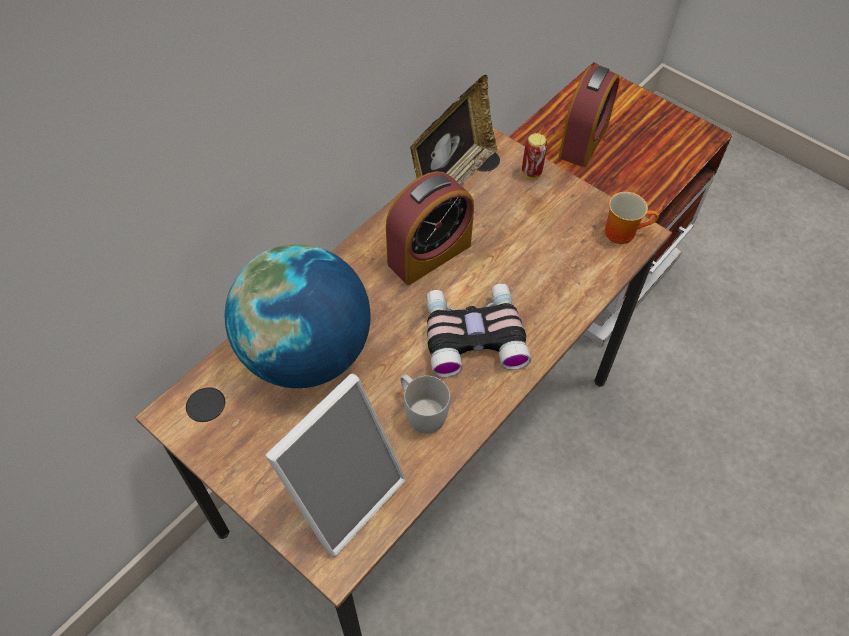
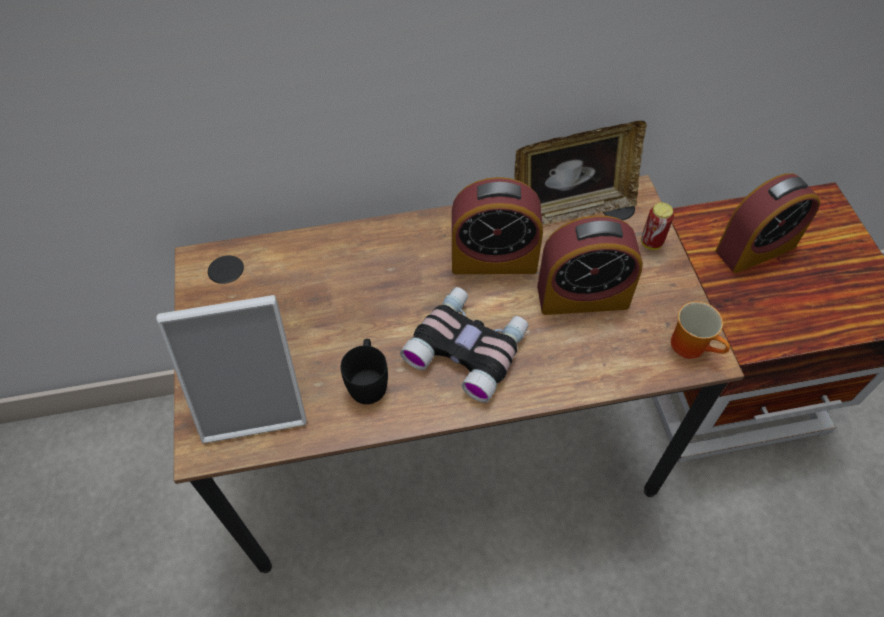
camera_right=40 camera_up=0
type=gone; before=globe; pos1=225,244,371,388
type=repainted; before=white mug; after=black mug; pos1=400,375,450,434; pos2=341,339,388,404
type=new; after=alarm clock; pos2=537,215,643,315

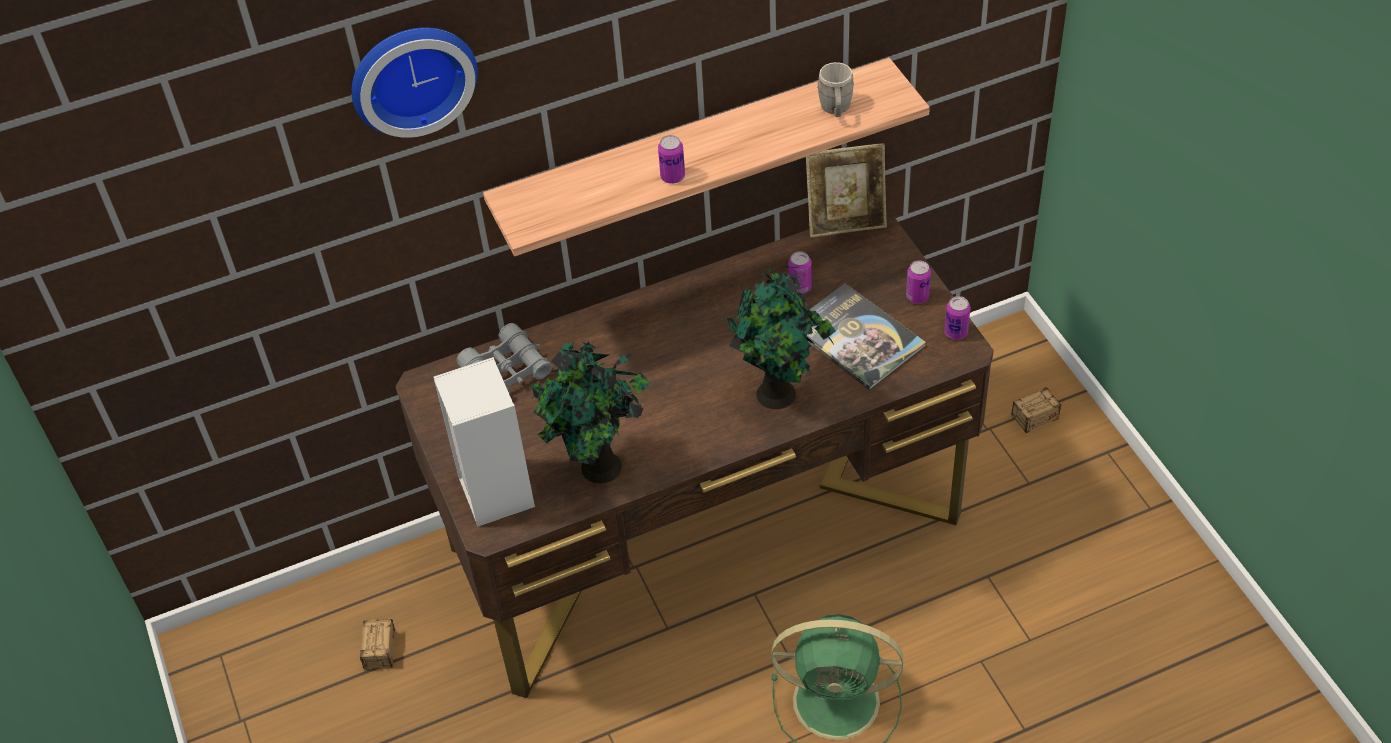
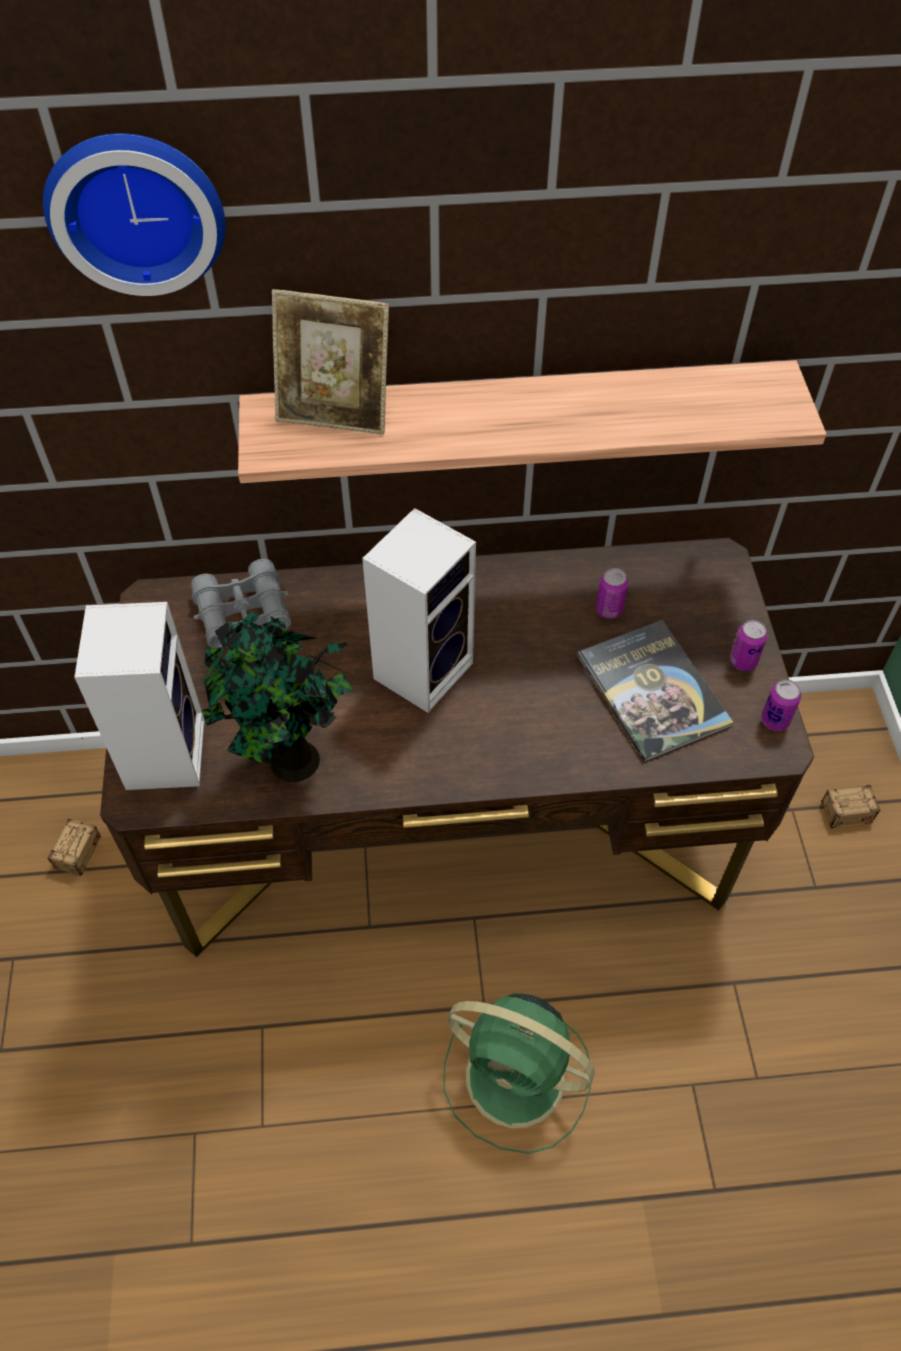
camera_right=15 camera_up=5
type=gone; before=grey mug; pos1=817,62,854,117
type=gone; before=can; pos1=658,135,685,184
type=shifted; before=picture frame; pos1=806,143,887,238; pos2=272,289,389,435
type=gone; before=potted plant; pos1=727,267,836,409
type=new; after=speaker; pos2=362,508,476,713

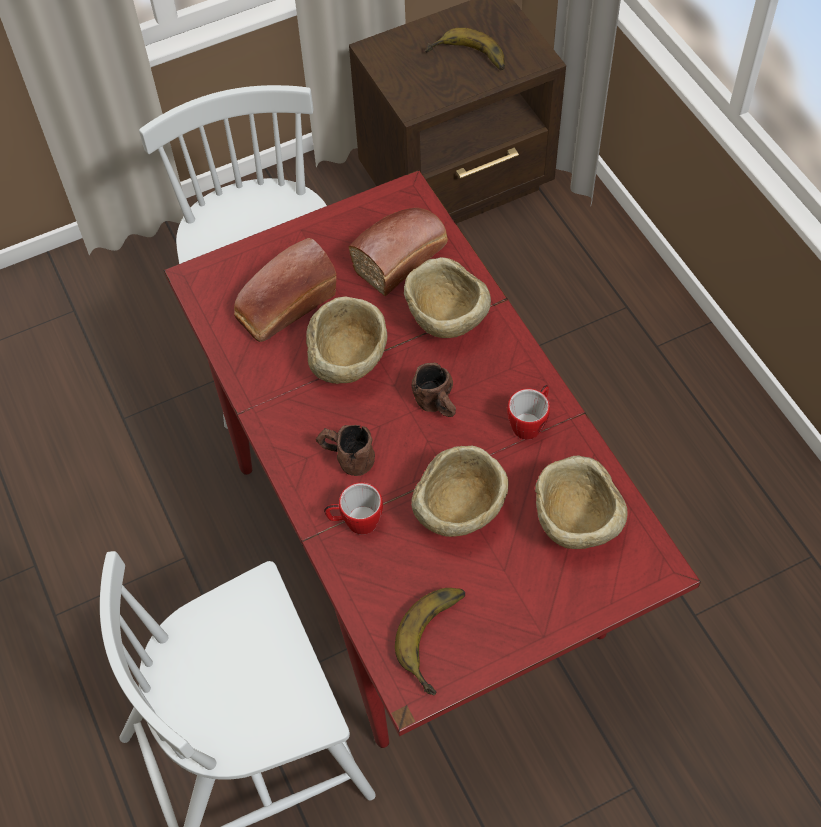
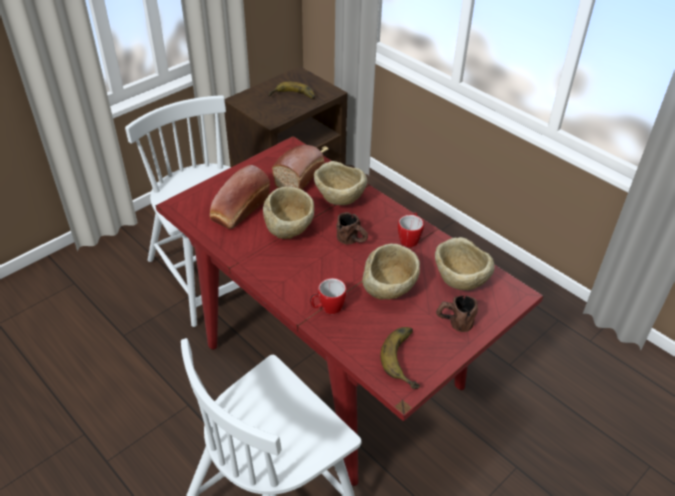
camera_right=-20 camera_up=-15
type=shifted; before=brown mug; pos1=316,425,375,476; pos2=436,295,478,332

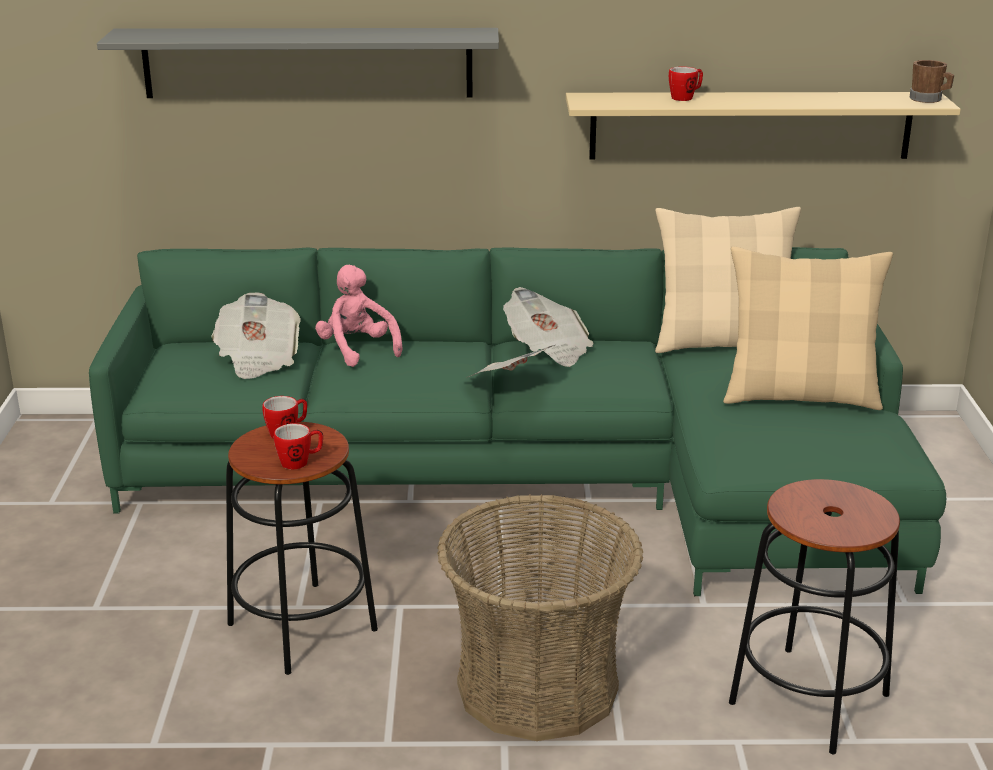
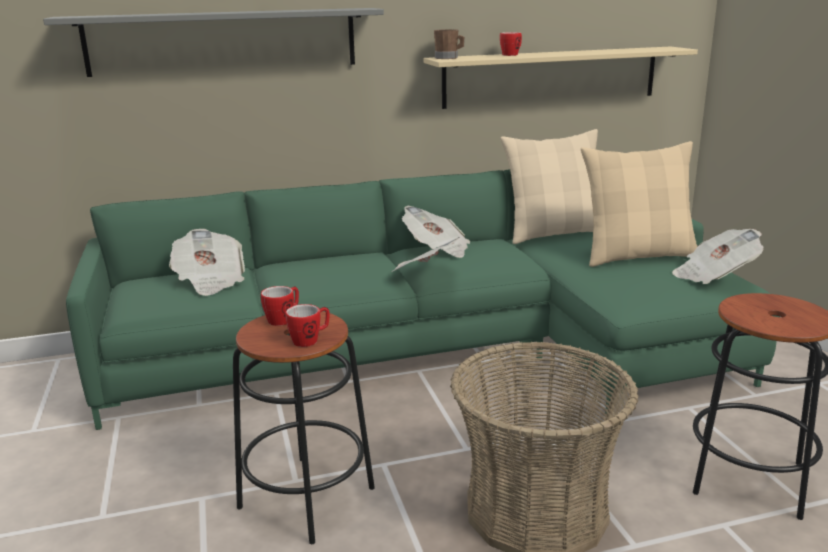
camera_right=-15 camera_up=-5
type=shifted; before=brown mug; pos1=909,60,954,103; pos2=434,29,465,59
type=gone; before=pink plush toy; pos1=315,265,403,367
type=new; after=newspaper; pos2=672,229,764,284

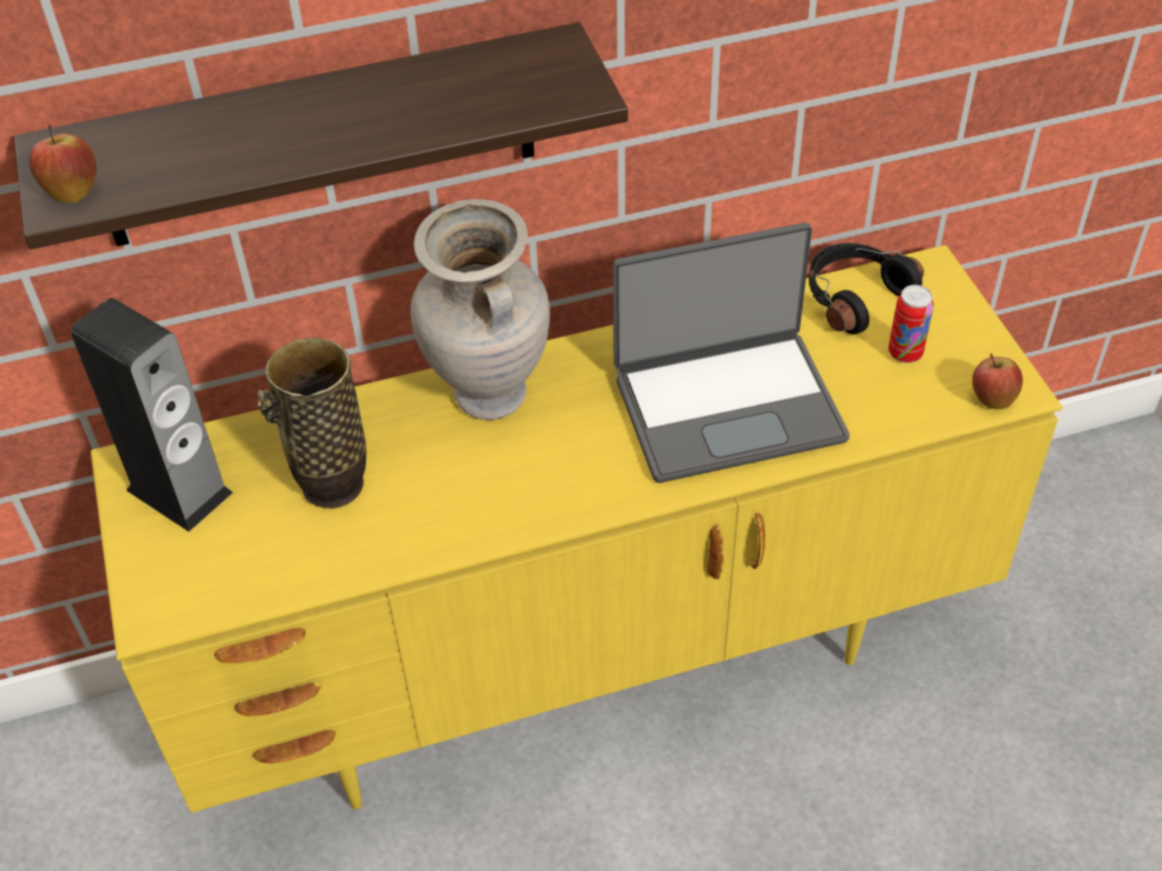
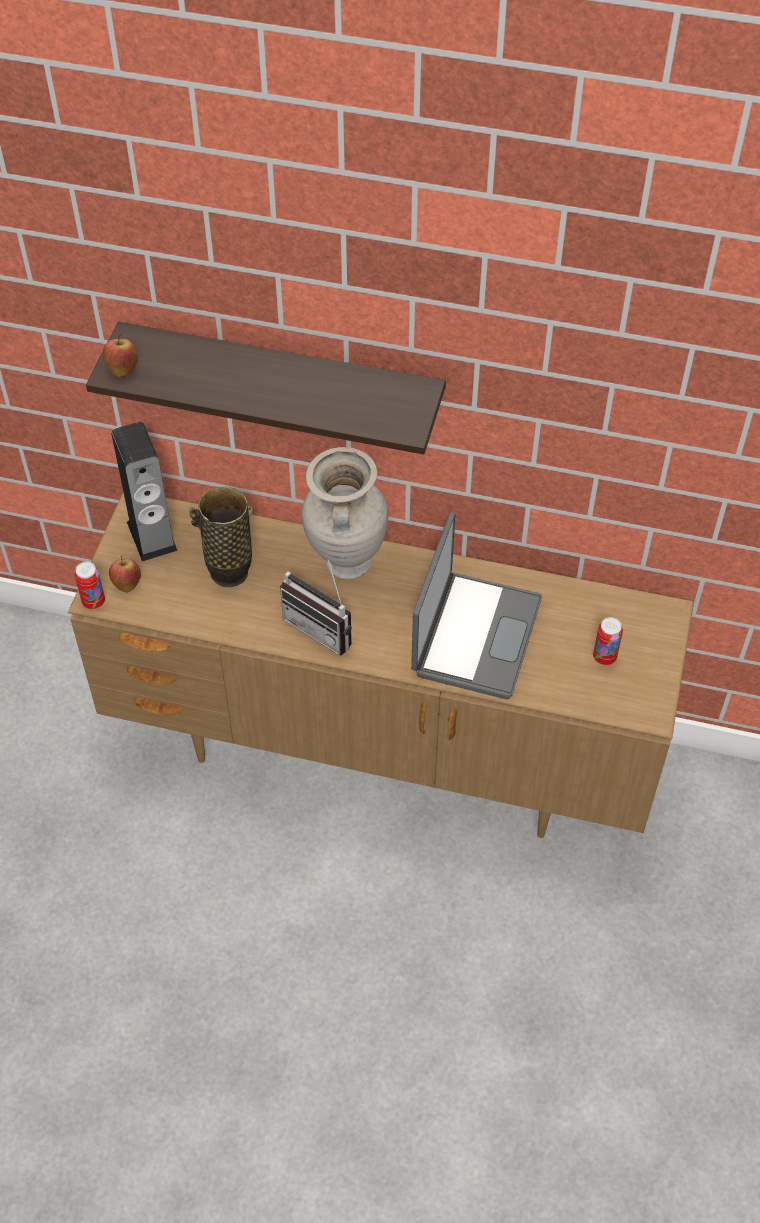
camera_right=30 camera_up=5
type=rotated; before=laptop; pos1=613,223,850,483; pos2=411,512,542,699; turn=-90
type=gone; before=black headphones; pos1=809,243,924,334
type=repainted; before=yellow dresser; after=brown dresser; pos1=91,245,1063,813; pos2=68,493,694,838
type=shifted; before=apple; pos1=972,353,1023,409; pos2=109,555,141,592
type=new; after=radio; pos2=280,555,352,655
type=new; after=can; pos2=75,562,105,610

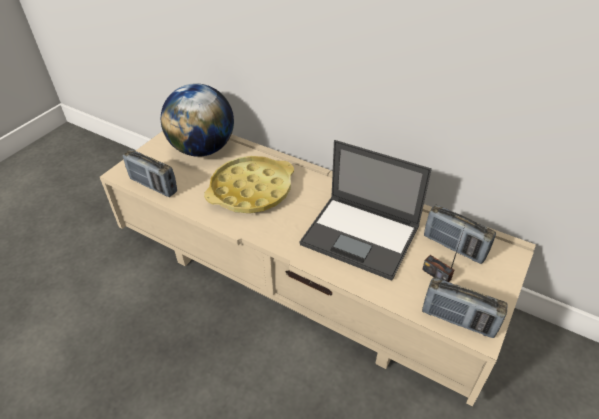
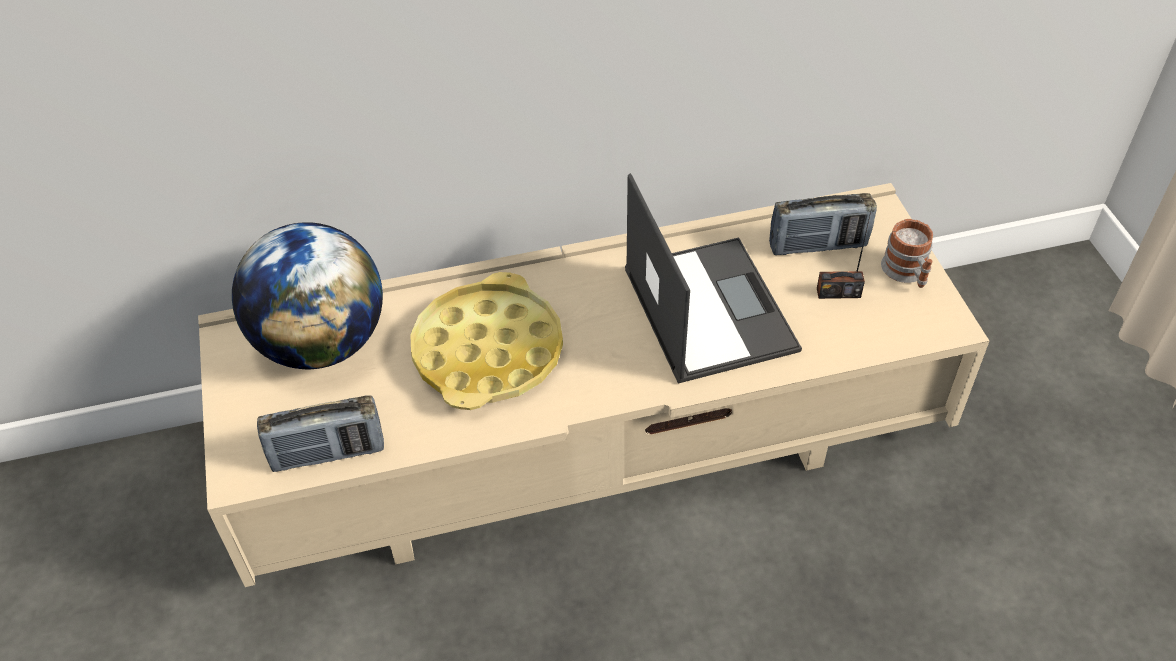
camera_right=-45 camera_up=5
type=rotated; before=laptop; pos1=299,140,432,281; pos2=625,173,802,384; turn=-90
type=gone; before=radio; pos1=422,277,508,338
type=new; after=mug; pos2=881,219,933,288

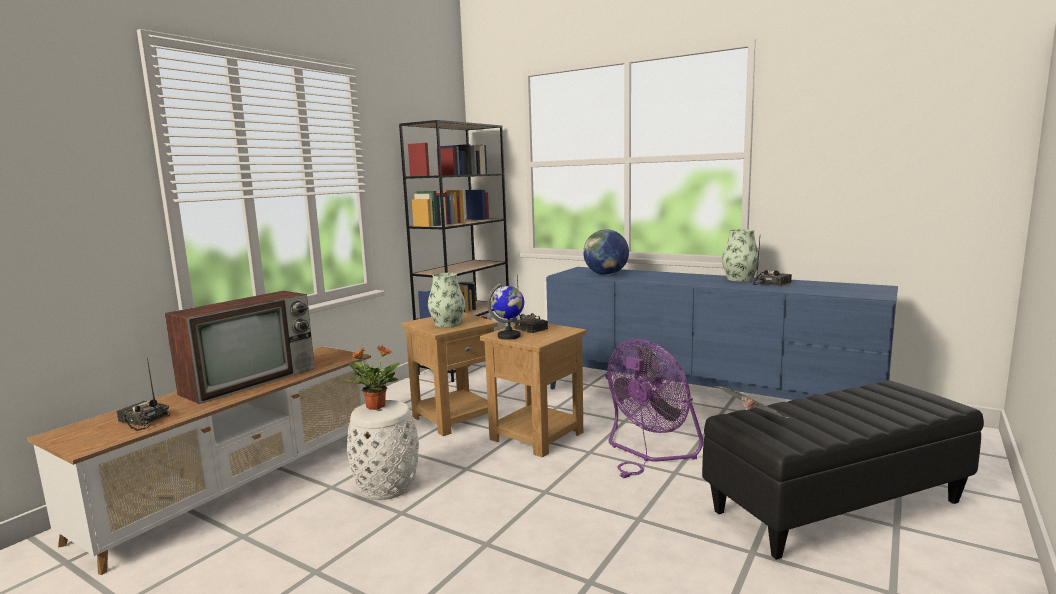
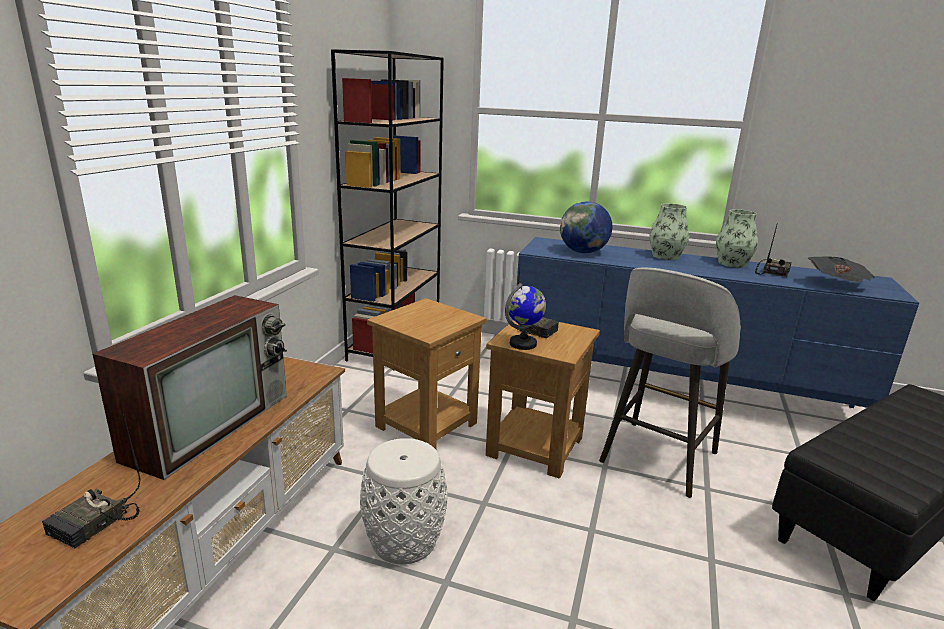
camera_right=-15 camera_up=10
type=shifted; before=vase; pos1=428,273,465,328; pos2=649,204,689,260
type=swapped; before=purple fan; after=grey stool; pos1=605,339,703,478; pos2=599,268,741,498
type=gone; before=potted plant; pos1=345,345,400,410
type=rotated; before=radio; pos1=116,358,170,431; pos2=42,414,141,548; turn=-75
type=shifted; before=newspaper; pos1=710,385,789,418; pos2=808,256,874,282

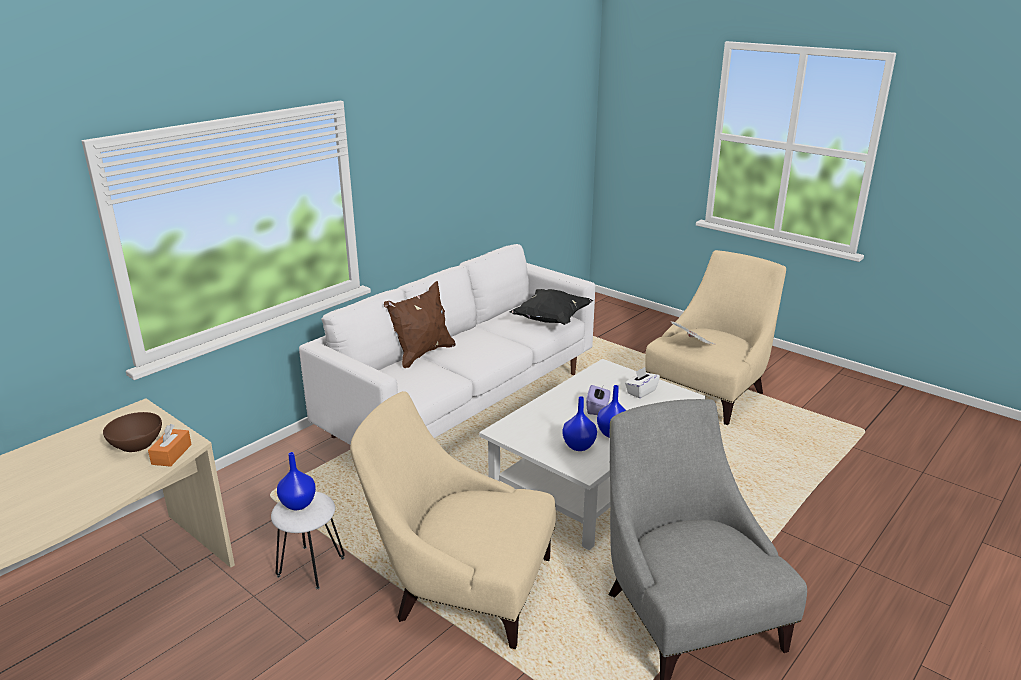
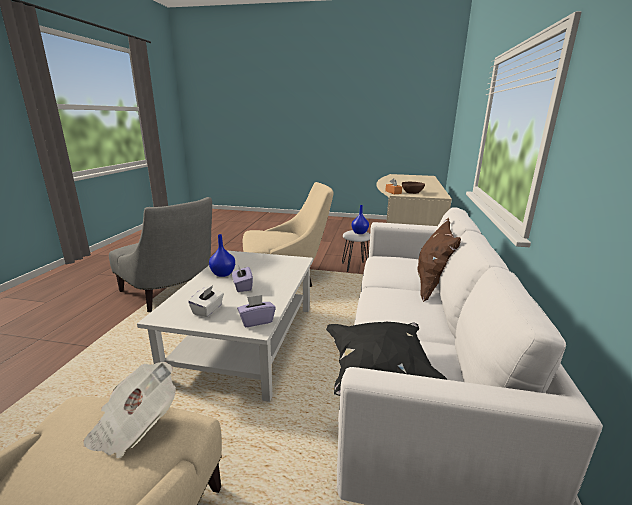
camera_right=150 camera_up=-5
type=gone; before=blue vase; pos1=562,397,597,451
type=new; after=purple tissue box; pos2=237,295,276,327

